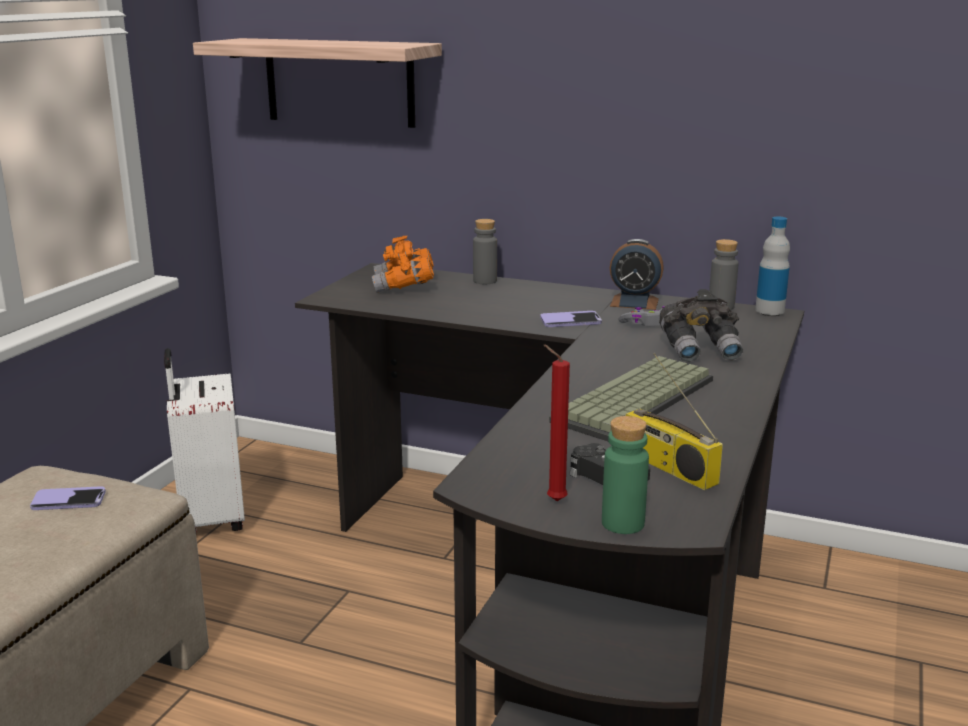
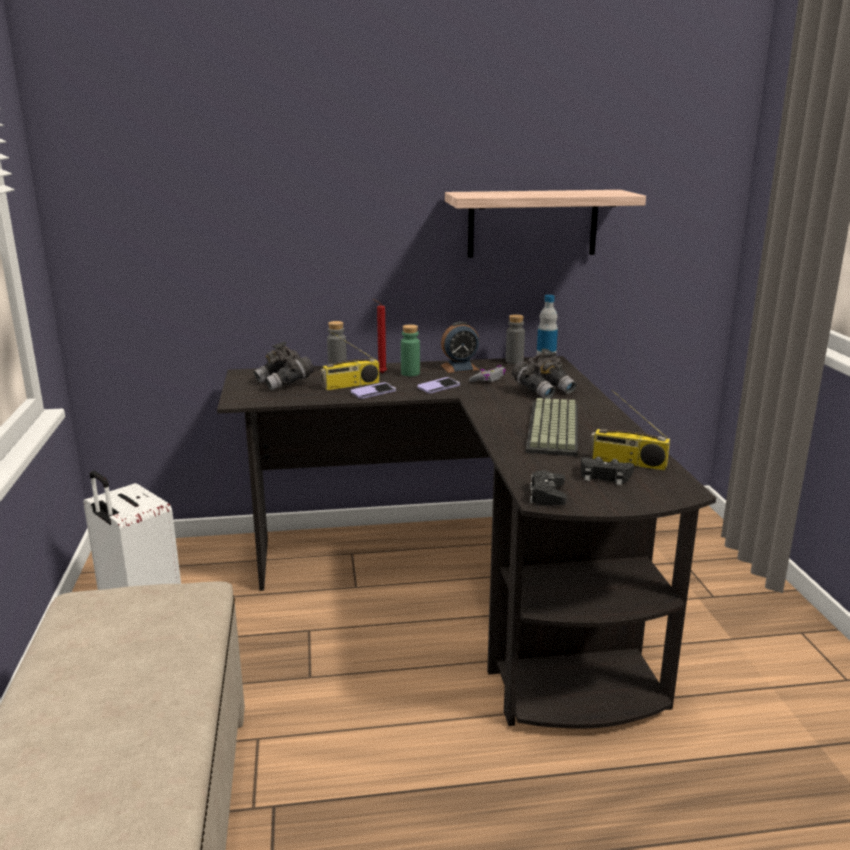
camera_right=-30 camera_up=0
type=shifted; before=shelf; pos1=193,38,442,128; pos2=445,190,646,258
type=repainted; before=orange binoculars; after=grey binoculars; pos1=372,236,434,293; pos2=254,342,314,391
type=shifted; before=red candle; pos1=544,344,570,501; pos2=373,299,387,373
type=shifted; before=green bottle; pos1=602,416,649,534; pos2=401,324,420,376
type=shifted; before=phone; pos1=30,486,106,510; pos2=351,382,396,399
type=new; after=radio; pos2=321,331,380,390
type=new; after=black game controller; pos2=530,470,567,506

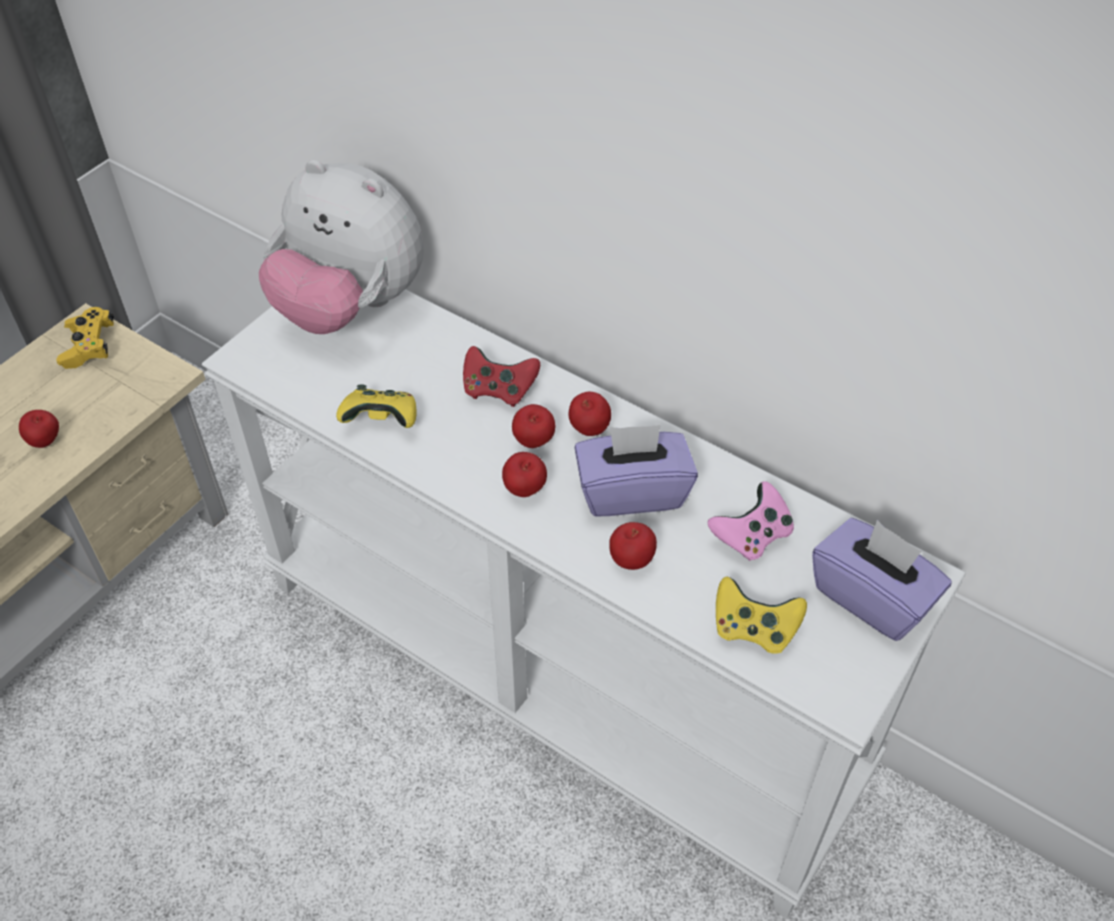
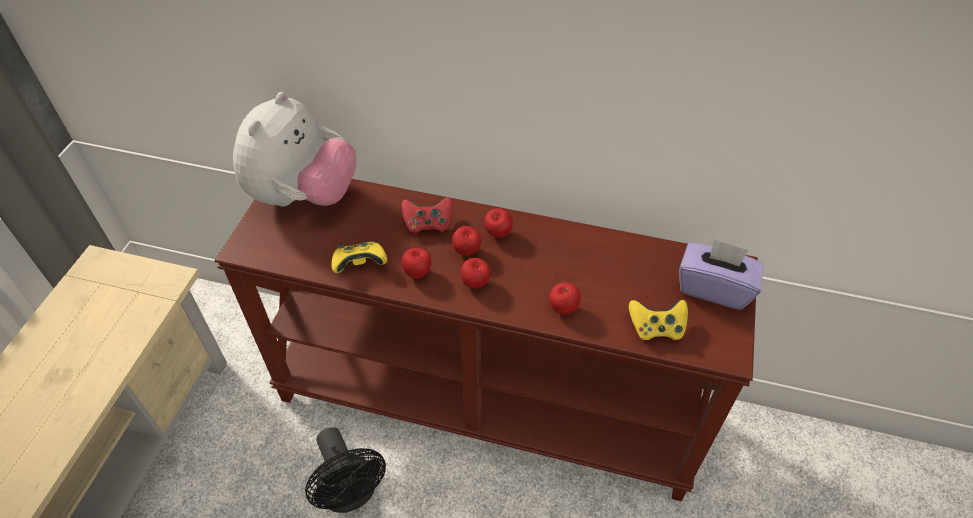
camera_right=-20 camera_up=0
type=rotated; before=plush toy; pos1=258,159,424,334; pos2=233,92,356,206; turn=-75
type=repainted; before=white console table; after=brown console table; pos1=201,289,966,919; pos2=214,179,758,501
type=gone; before=yellow game controller; pos1=56,307,114,369
type=shifted; before=apple; pos1=19,410,59,448; pos2=402,248,431,279
type=gone; before=purple tissue box; pos1=574,425,698,516
type=gone; before=pink game controller; pos1=708,481,794,561
type=new; after=black fan; pos2=305,427,386,513

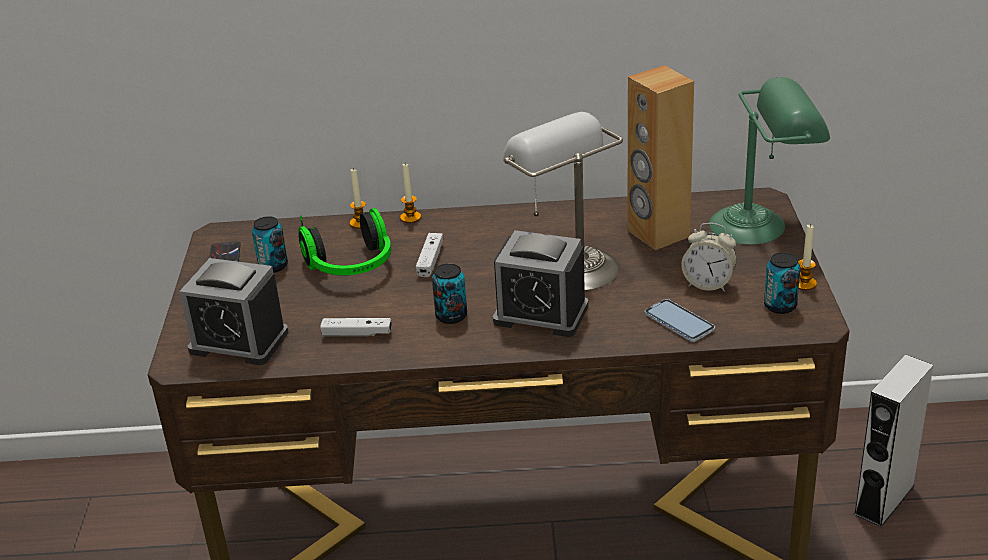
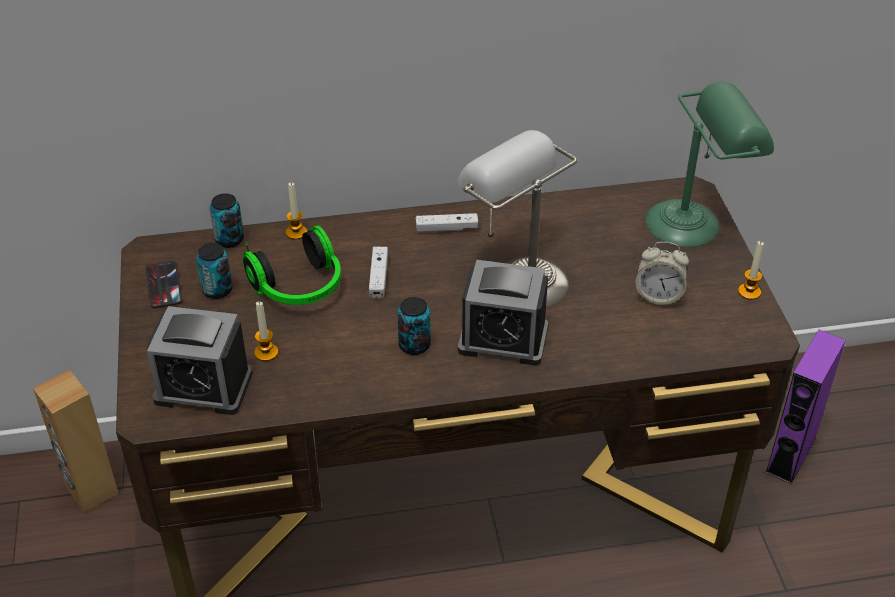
camera_right=-10 camera_up=10
type=shifted; before=brown speaker; pos1=627,65,694,250; pos2=33,370,119,512
type=shifted; before=candle; pos1=400,164,421,223; pos2=254,301,278,361
type=shifted; before=can; pos1=764,252,800,314; pos2=210,193,244,248
type=gone; before=phone; pos1=645,299,715,342
type=shifted; before=white game controller; pos1=320,318,392,337; pos2=416,213,478,232
type=repainted; before=grey speaker; after=purple speaker; pos1=853,354,934,527; pos2=765,330,846,484

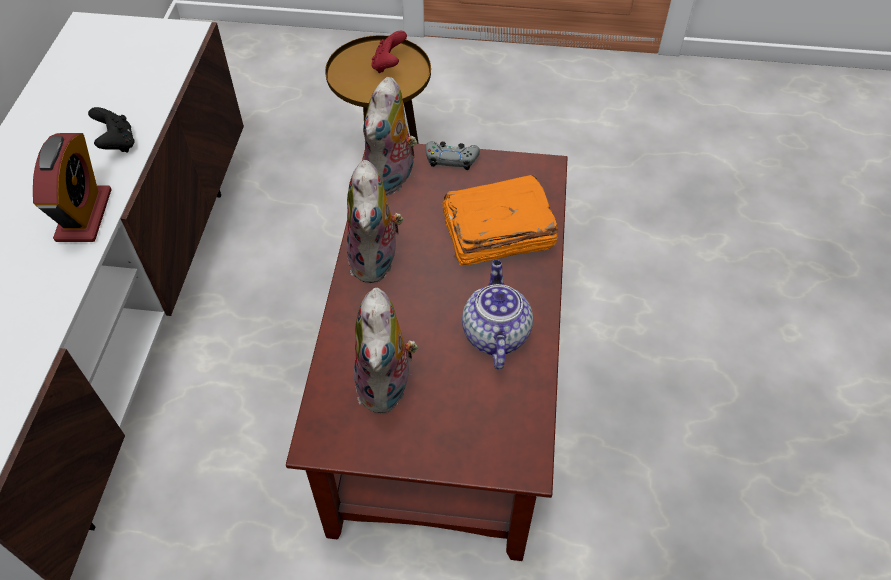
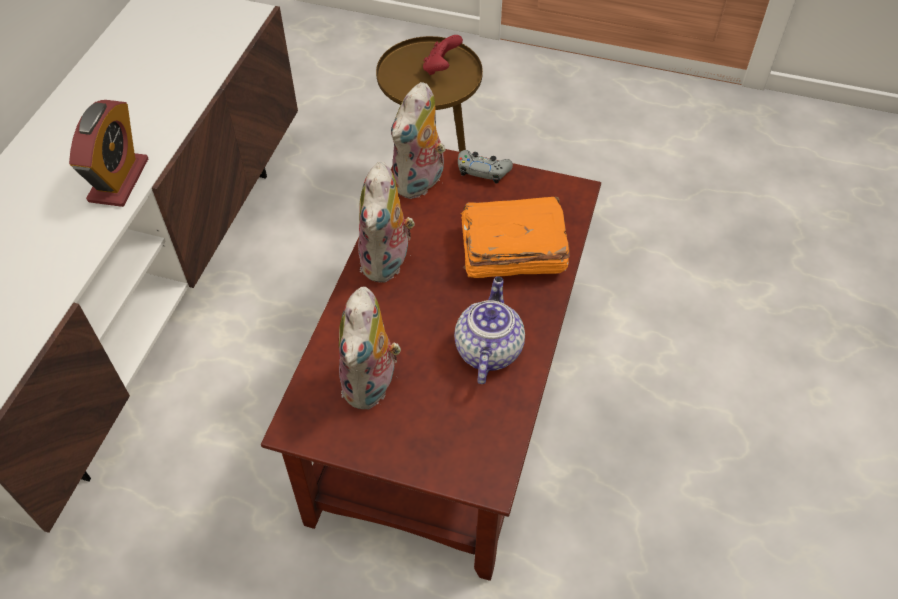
camera_right=10 camera_up=0
type=gone; before=black game controller; pos1=88,107,135,152

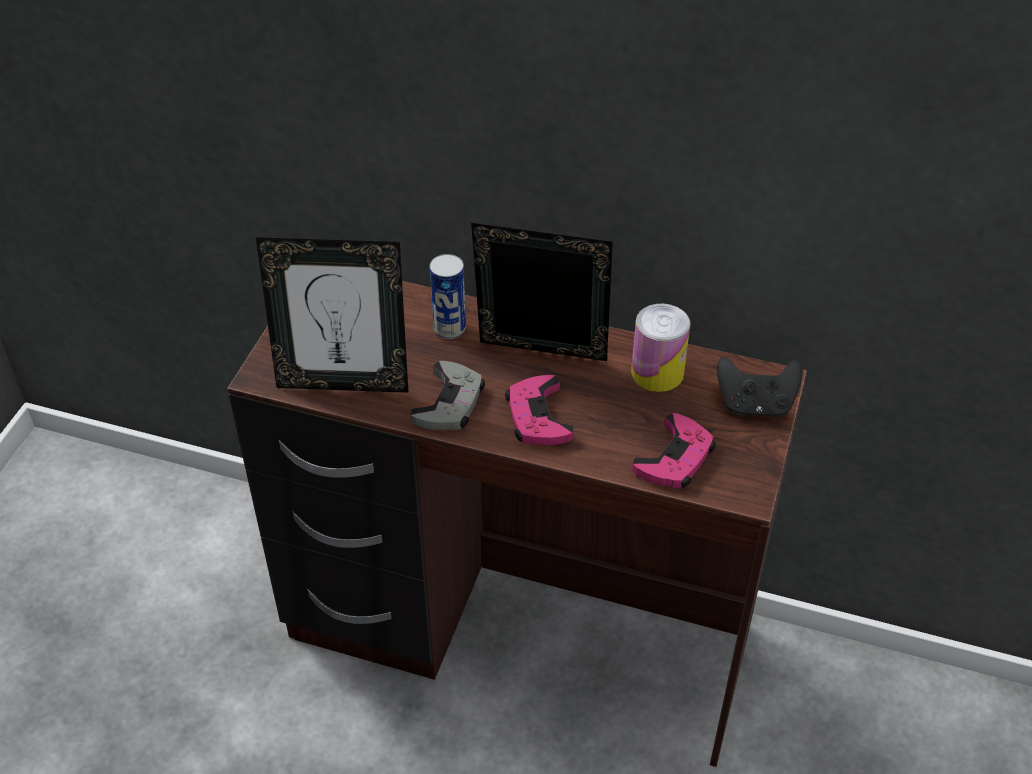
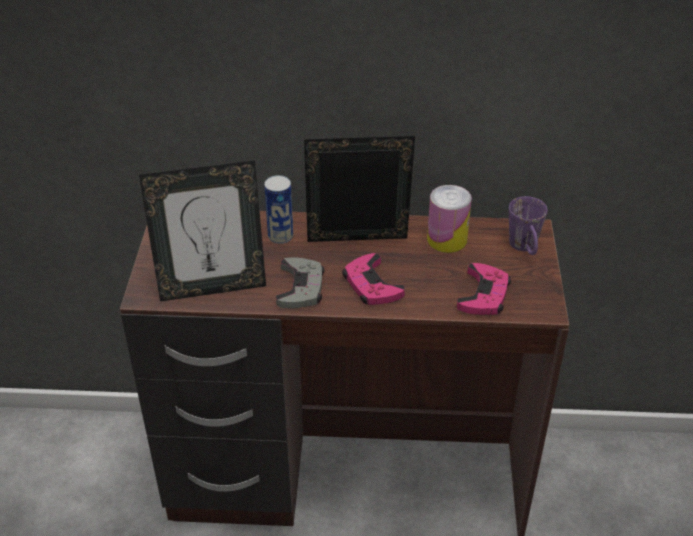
camera_right=-15 camera_up=-5
type=swapped; before=black game controller; after=purple mug; pos1=717,356,803,418; pos2=509,196,548,255

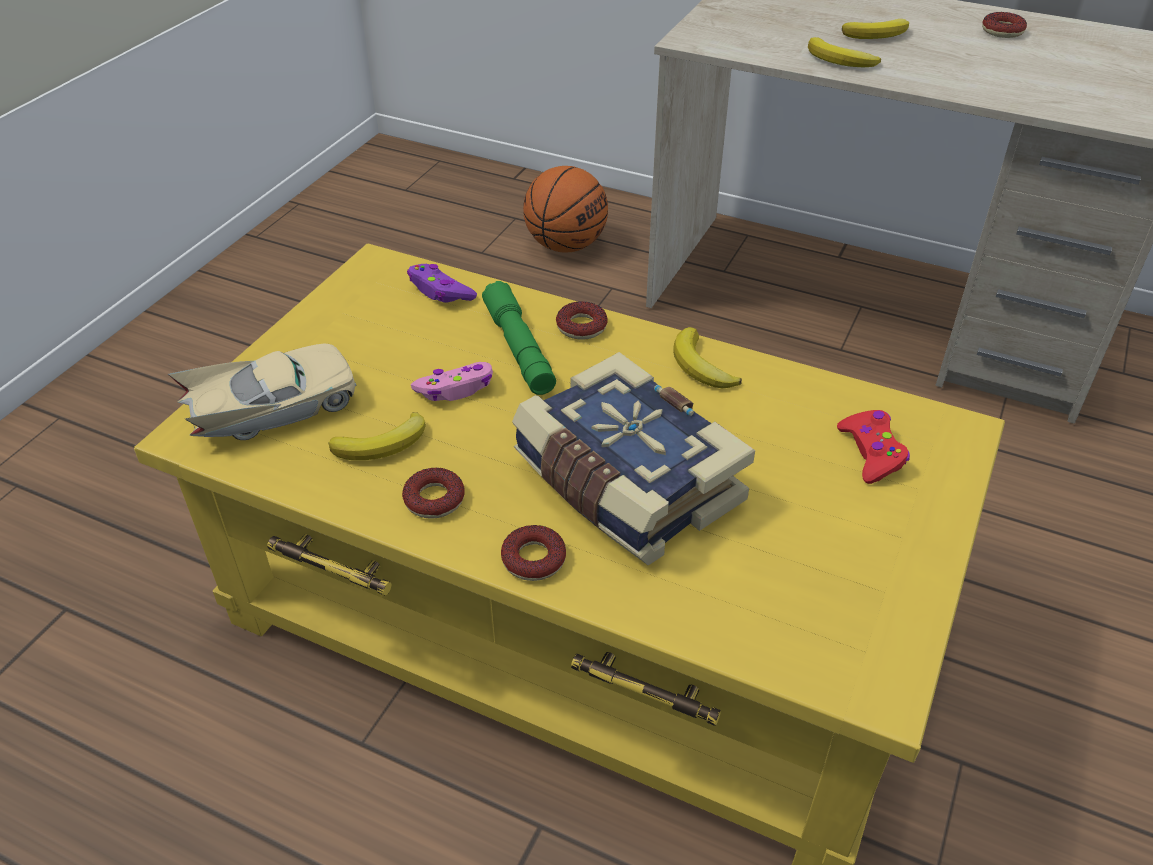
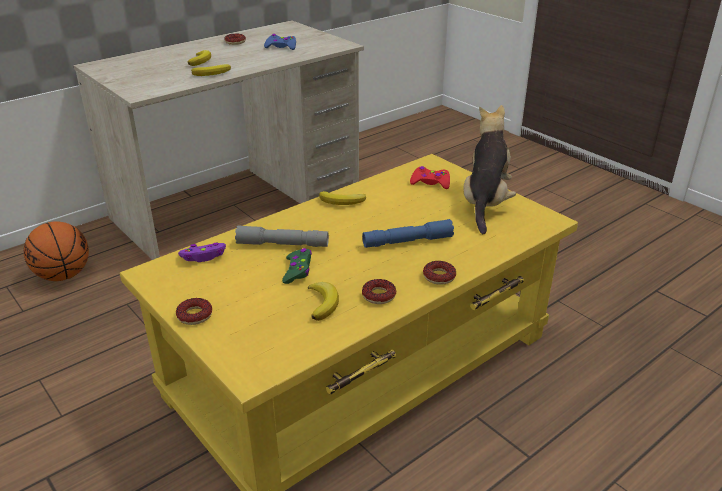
camera_right=-65 camera_up=-10
type=repainted; before=green flashlight; after=grey flashlight; pos1=482,281,556,395; pos2=235,226,329,247
type=shifted; before=donut; pos1=556,301,608,339; pos2=176,298,212,325
type=gone; before=beige toy car; pos1=168,344,356,440
type=swapped; before=book; after=blue flashlight; pos1=512,352,755,566; pos2=362,219,454,248
type=repainted; before=pink game controller; after=green game controller; pos1=411,362,493,401; pos2=282,248,312,284
type=new; after=blue game controller; pos2=264,34,296,50
type=new; after=plush toy; pos2=463,105,516,234

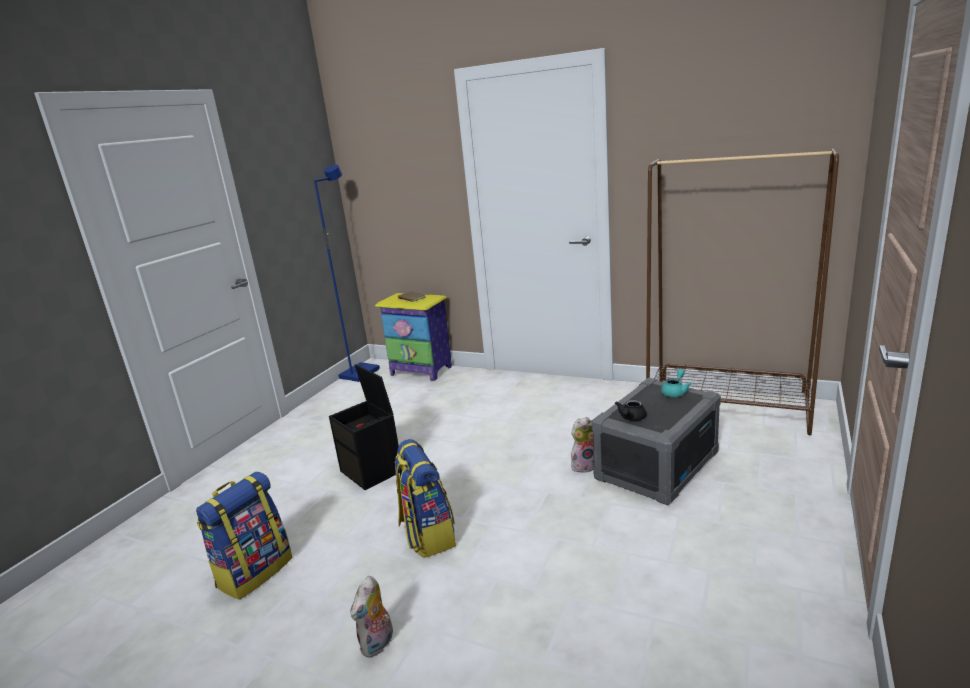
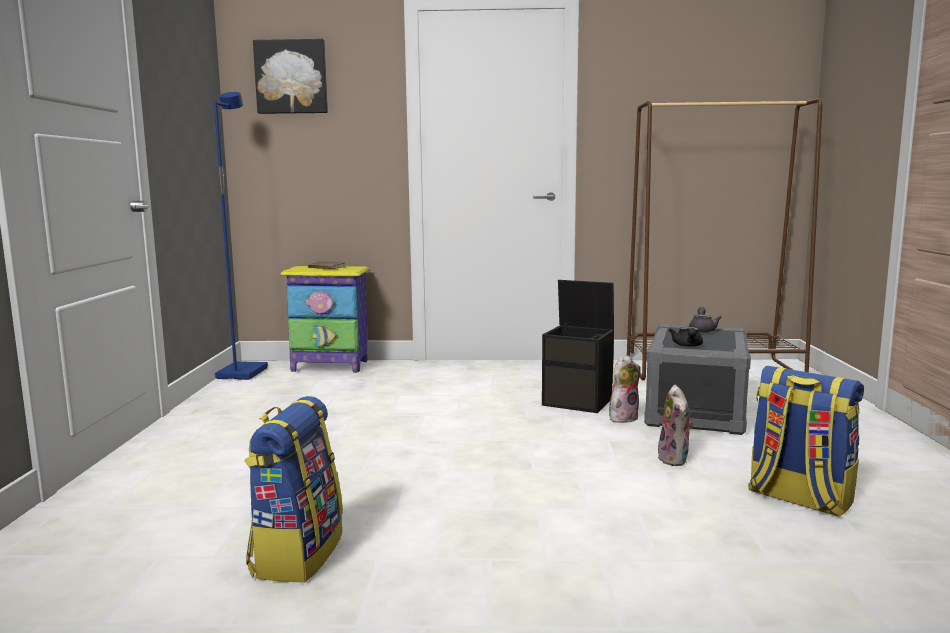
camera_right=-25 camera_up=-10
type=shifted; before=black storage box; pos1=329,364,399,490; pos2=542,280,614,413
type=repainted; before=turquoise teapot; after=grey teapot; pos1=661,369,692,397; pos2=689,307,722,333
type=shifted; before=backpack; pos1=395,439,456,558; pos2=748,366,864,517
type=shifted; before=plush toy; pos1=351,576,393,658; pos2=658,385,695,466
type=new; after=picture; pos2=253,39,328,114

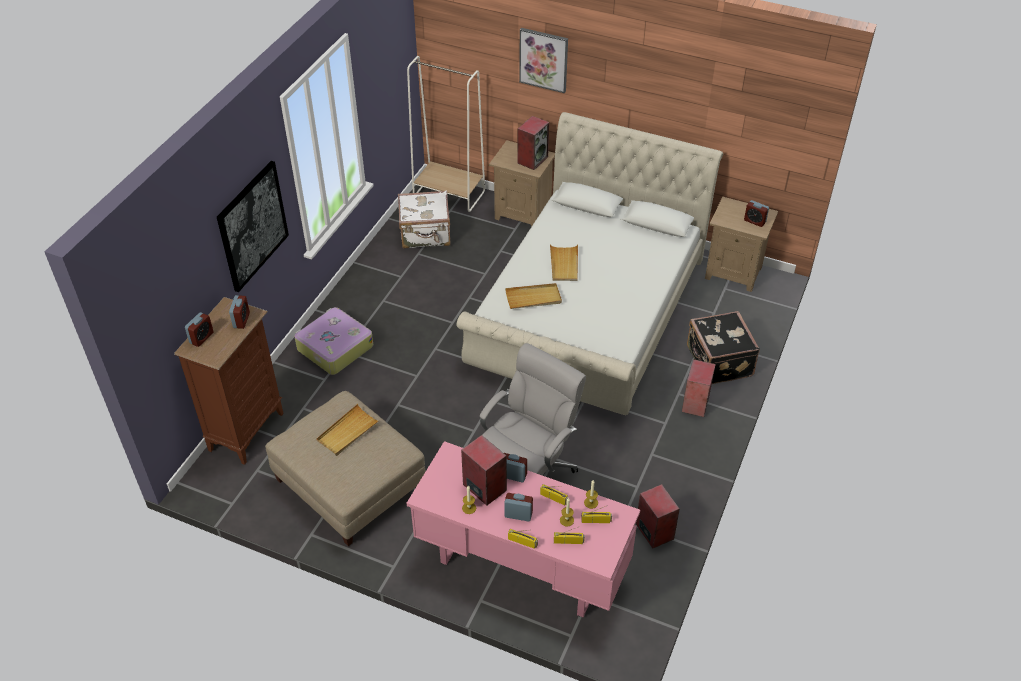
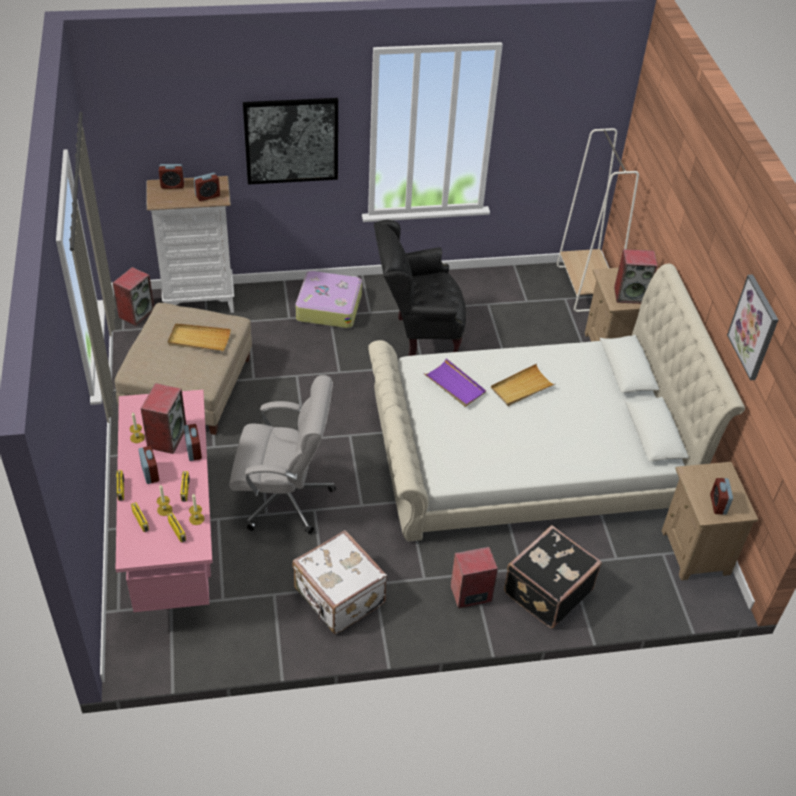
camera_right=55 camera_up=0
type=shifted; before=picture; pos1=519,28,568,93; pos2=727,274,778,380
type=shifted; before=white suitcase; pos1=398,190,451,249; pos2=292,530,387,634
type=repainted; before=beige tray; after=purple tray; pos1=505,283,562,309; pos2=423,358,486,407
type=repainted; before=brown dresser; after=white dresser; pos1=174,297,284,465; pos2=147,176,234,313
type=shifted; before=speaker; pos1=636,484,680,548; pos2=113,267,154,326
type=new; after=black armchair; pos2=374,220,466,356

